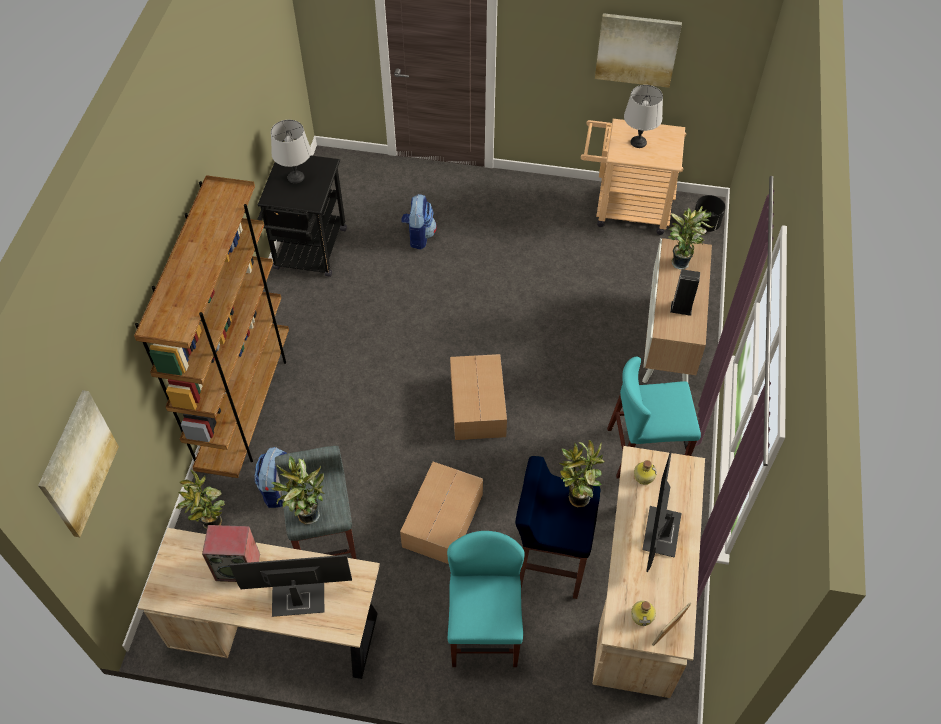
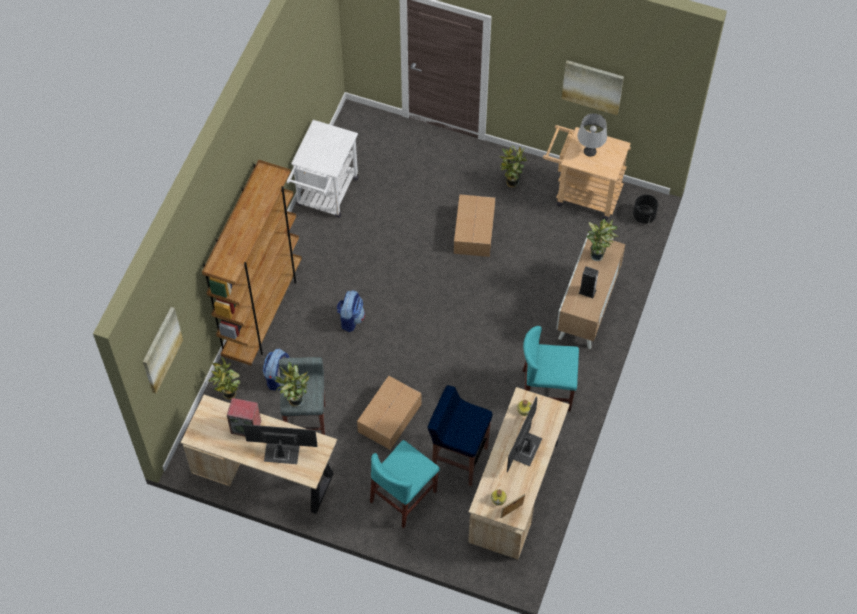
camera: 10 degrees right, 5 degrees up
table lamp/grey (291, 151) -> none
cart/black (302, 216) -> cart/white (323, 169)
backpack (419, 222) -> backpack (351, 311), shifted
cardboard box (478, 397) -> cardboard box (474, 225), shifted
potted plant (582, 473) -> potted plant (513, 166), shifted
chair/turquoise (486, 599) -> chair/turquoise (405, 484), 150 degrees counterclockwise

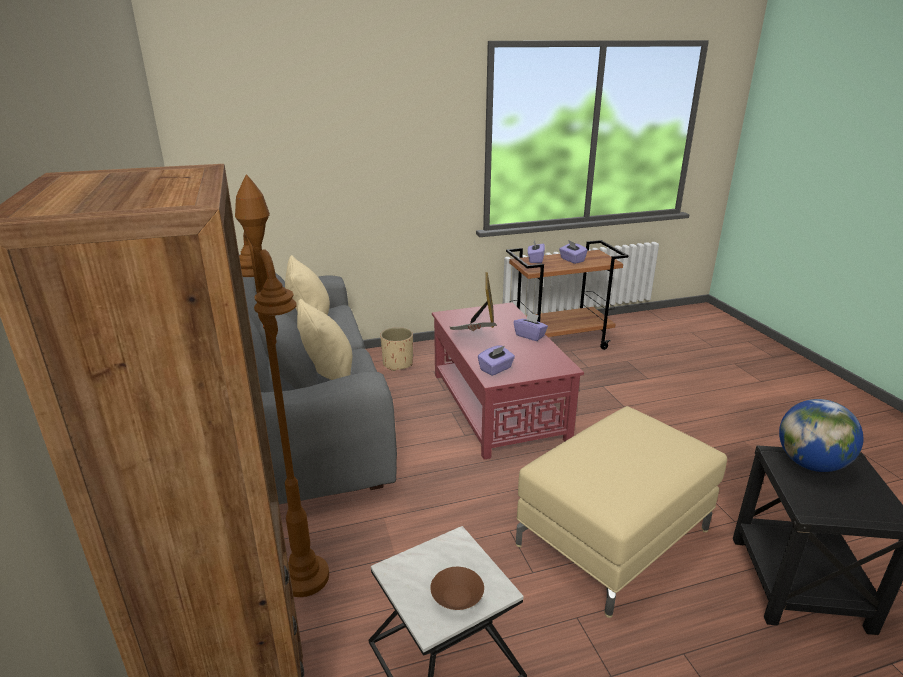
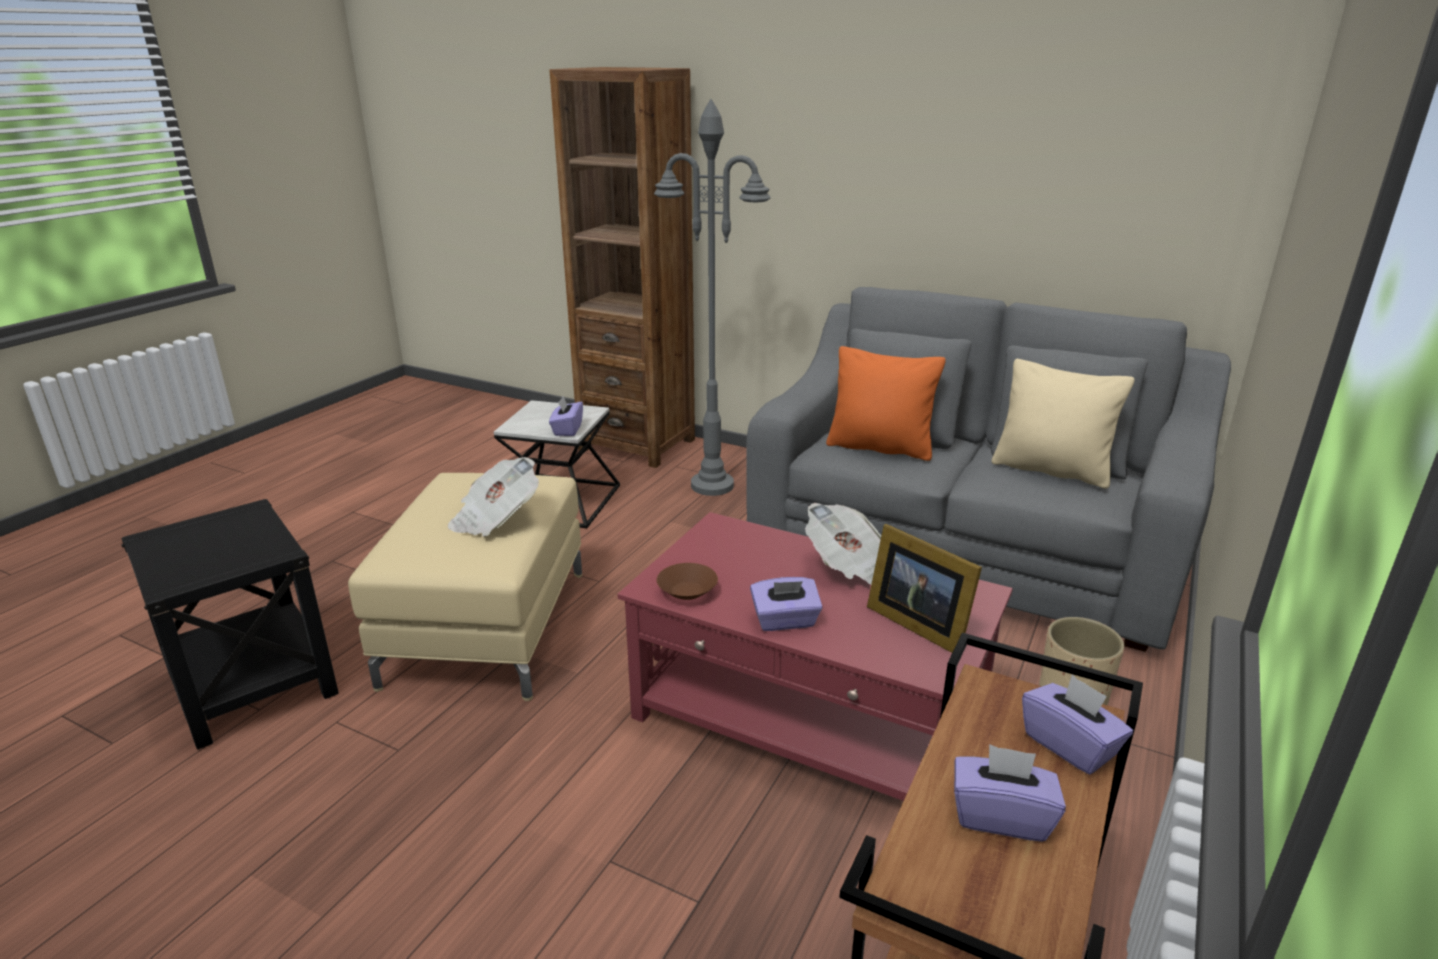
camera: 135 degrees right, 0 degrees up
floor lamp/brown (282, 386) -> floor lamp/grey (712, 297)
pillow/beige (324, 339) -> pillow/orange (886, 403)
tissue box/purple (496, 360) -> tissue box/purple (566, 416), shifted
globe (821, 435) -> none
bowl/brown (457, 588) -> bowl/brown (687, 581), shifted
none -> newspaper (493, 497)

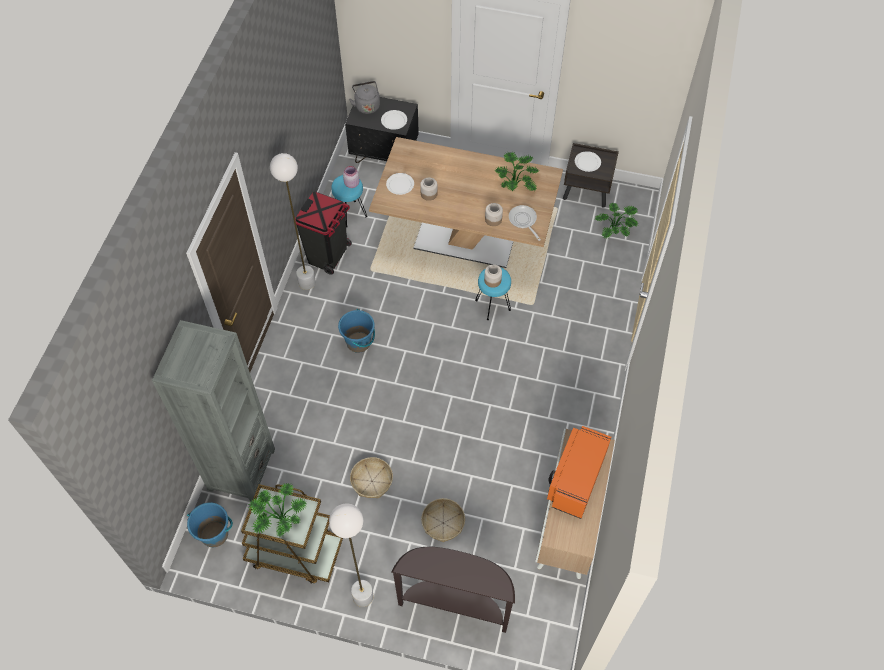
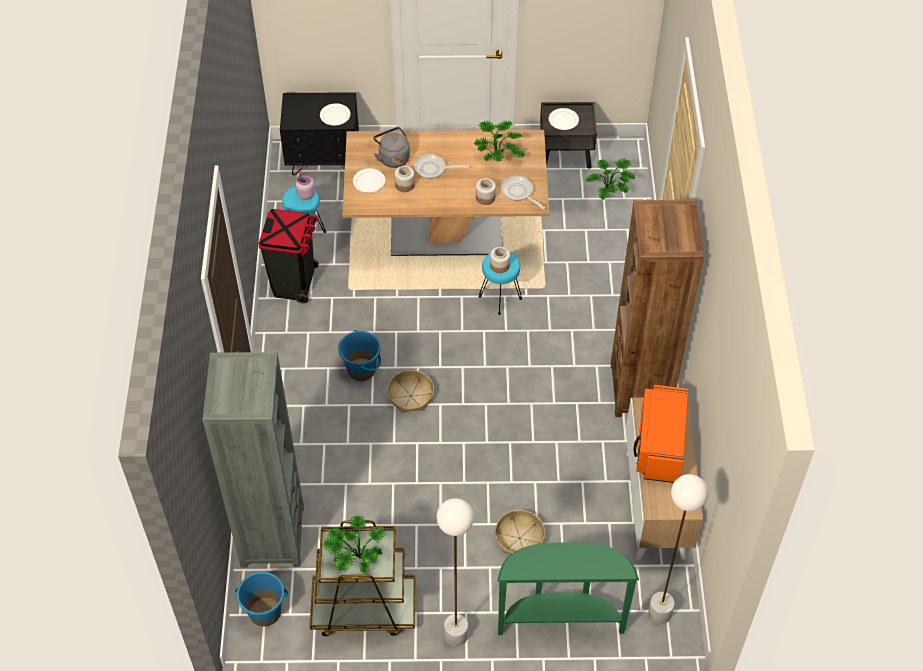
camera: 15 degrees left, 5 degrees down
kettle/grey (364, 97) -> kettle/grey (392, 147), shifted
floor lamp/white (293, 221) -> floor lamp/white (678, 549), shifted
basket (371, 477) -> basket (410, 391), shifted
console table/brown (453, 590) -> console table/green (568, 588)
none -> frying pan (441, 166)
none -> bookcase/brown (657, 308)

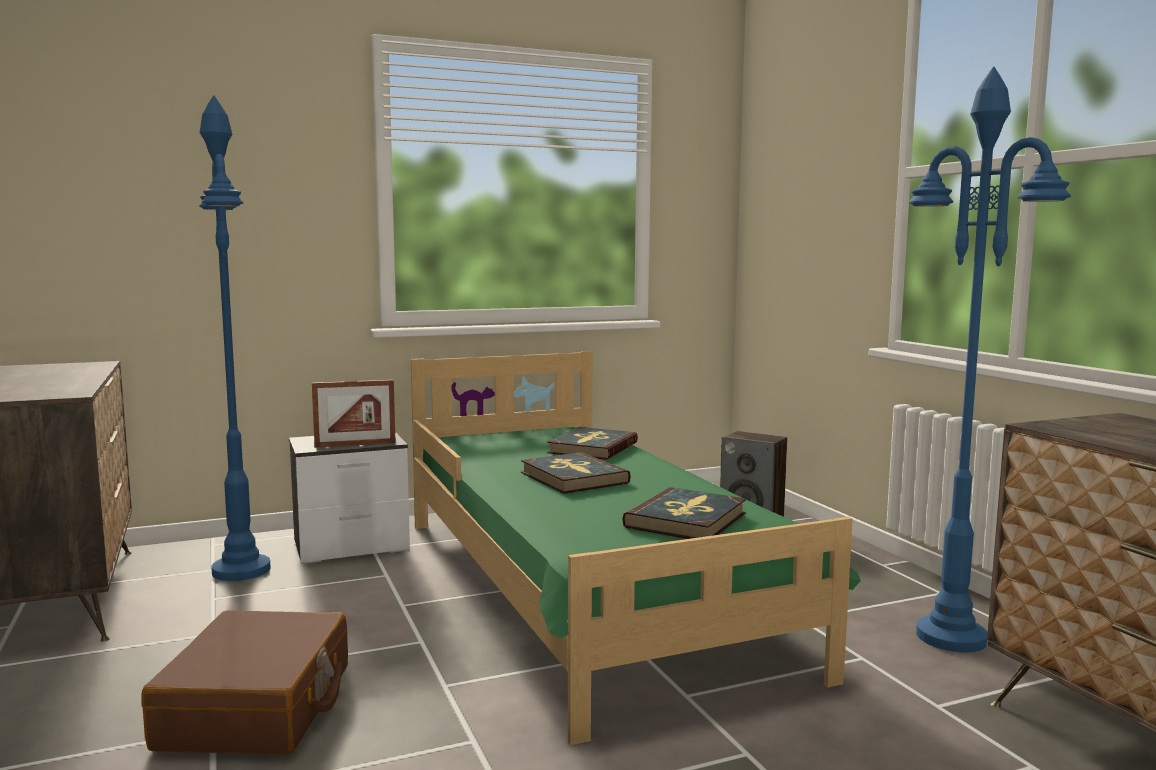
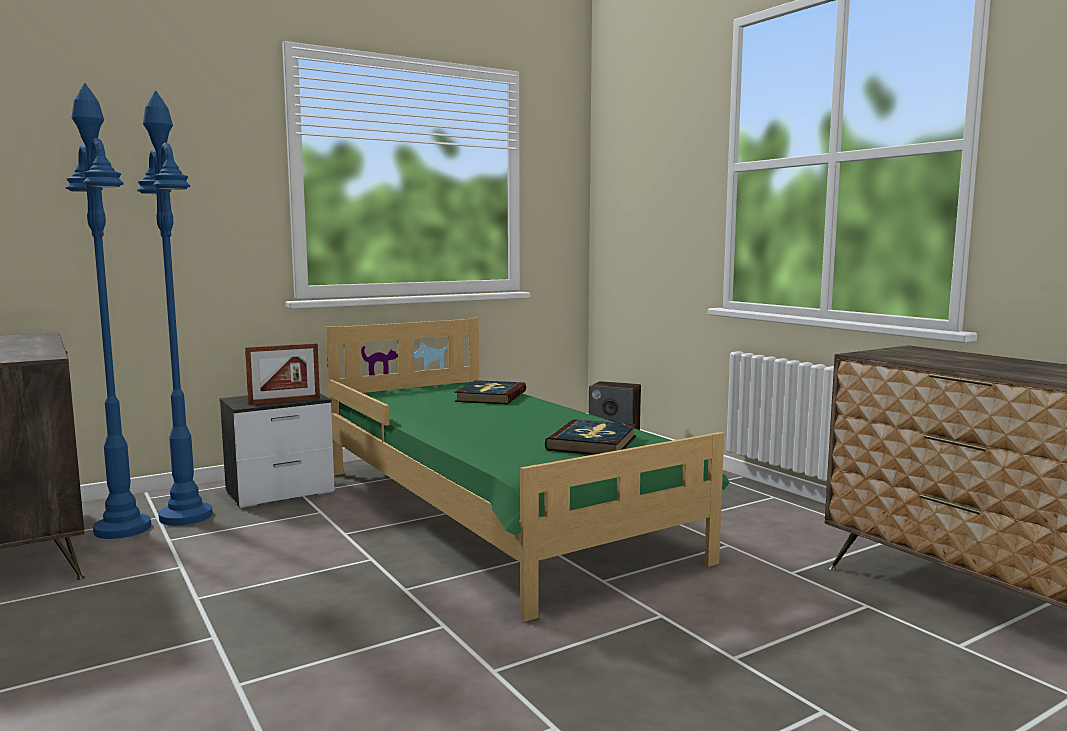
camera: 10 degrees left, 0 degrees up
floor lamp/blue (990, 359) -> floor lamp/blue (108, 311), shifted
book (576, 473) -> none
suitcase/brown (245, 682) -> none

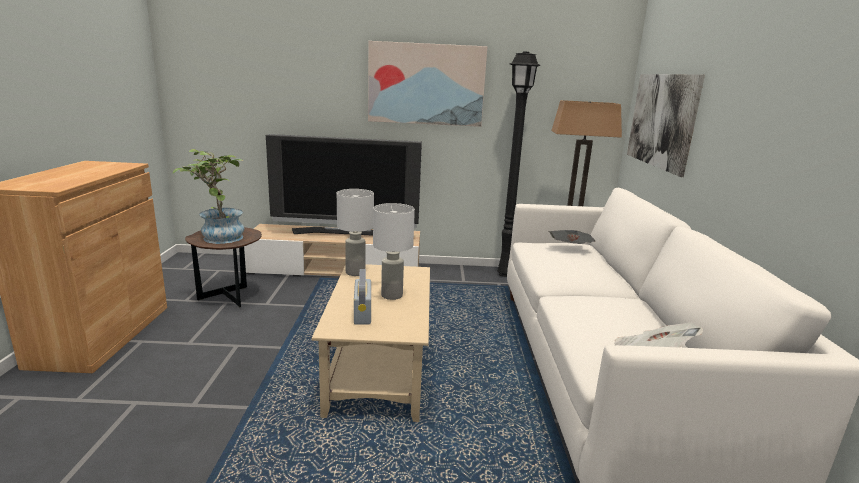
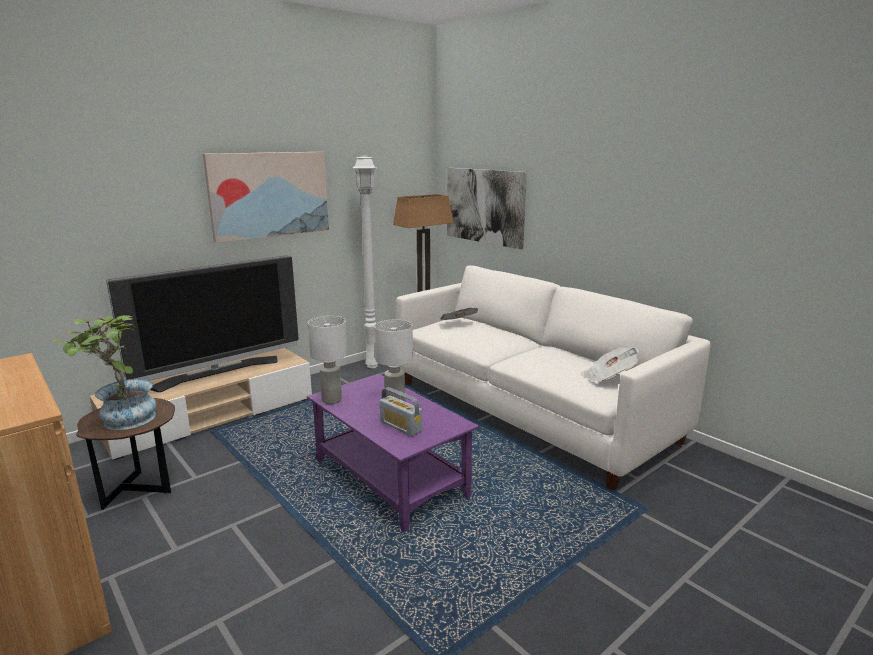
camera: 40 degrees left, 0 degrees up
floor lamp/black (519, 164) -> floor lamp/white (366, 262)
coffee table/beige (371, 343) -> coffee table/purple (393, 453)

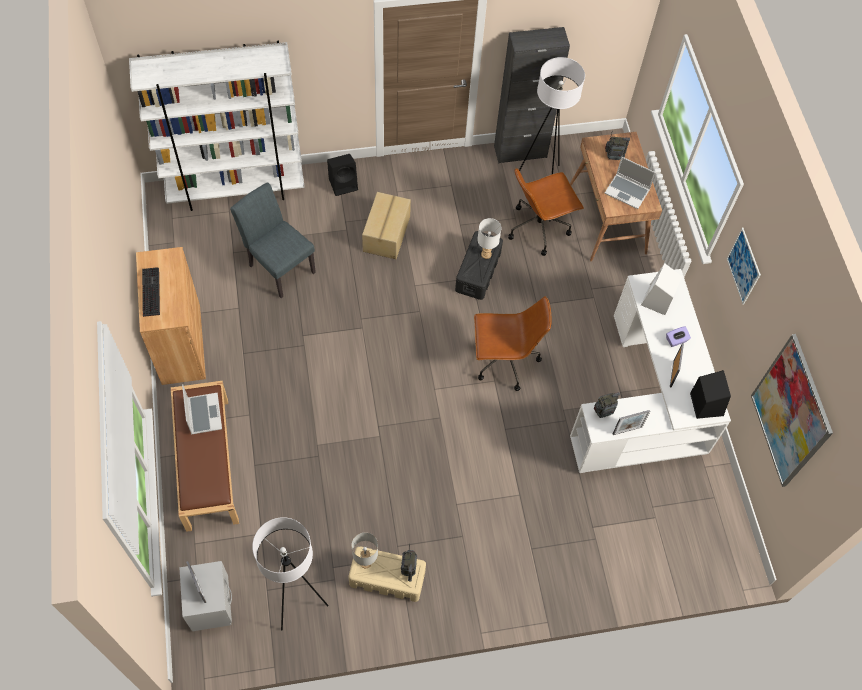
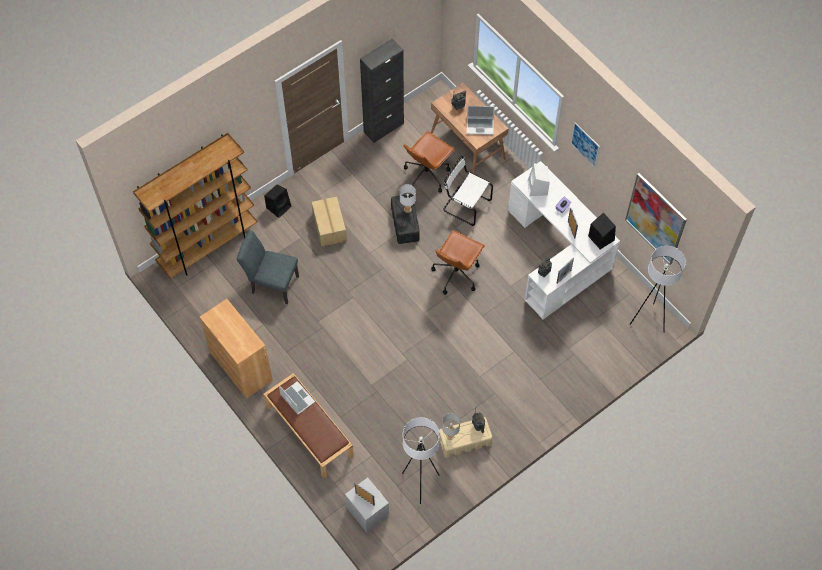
camera: 25 degrees left, 0 degrees up
bookcase/white (217, 126) -> bookcase/brown (195, 206)
floor lamp/white (552, 115) -> floor lamp/white (658, 289), shifted
keyboard (151, 292) -> none
office chair/brown (513, 343) -> office chair/brown (458, 262), 150 degrees clockwise
none -> chair/white (468, 191)

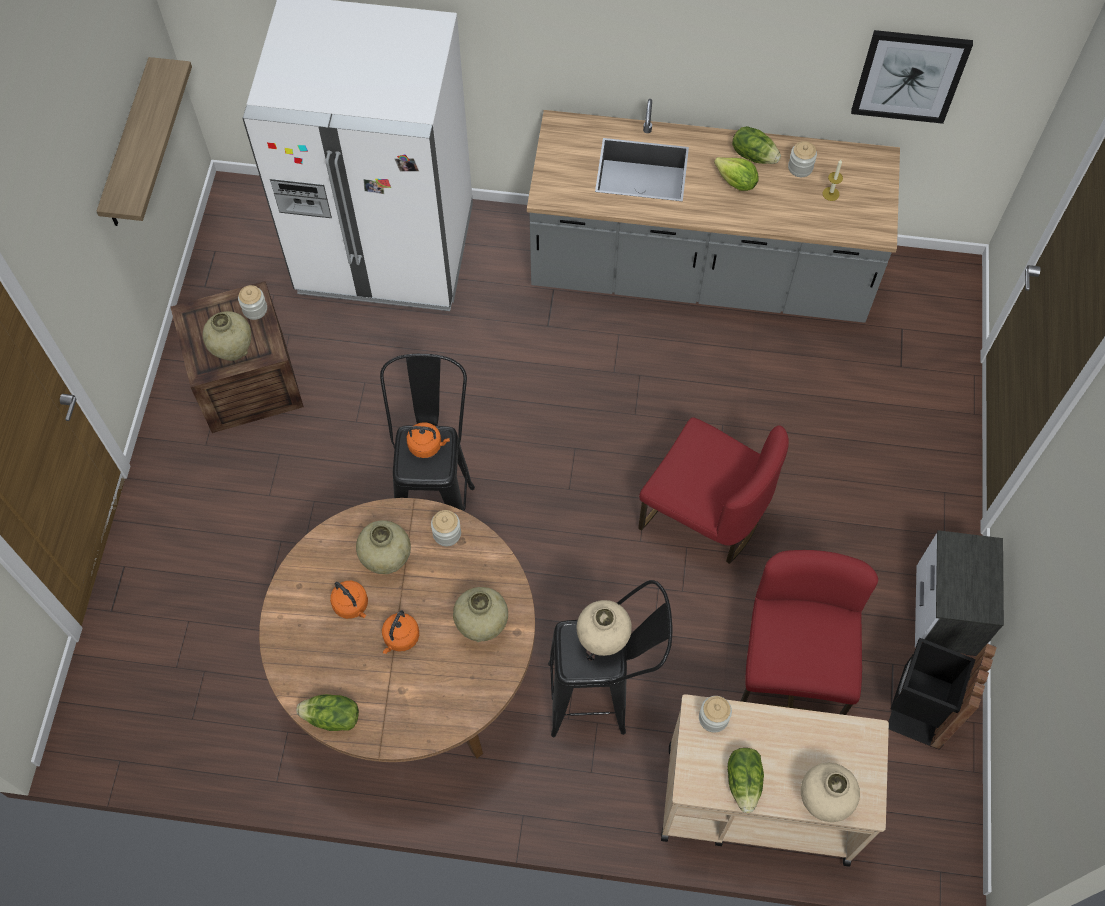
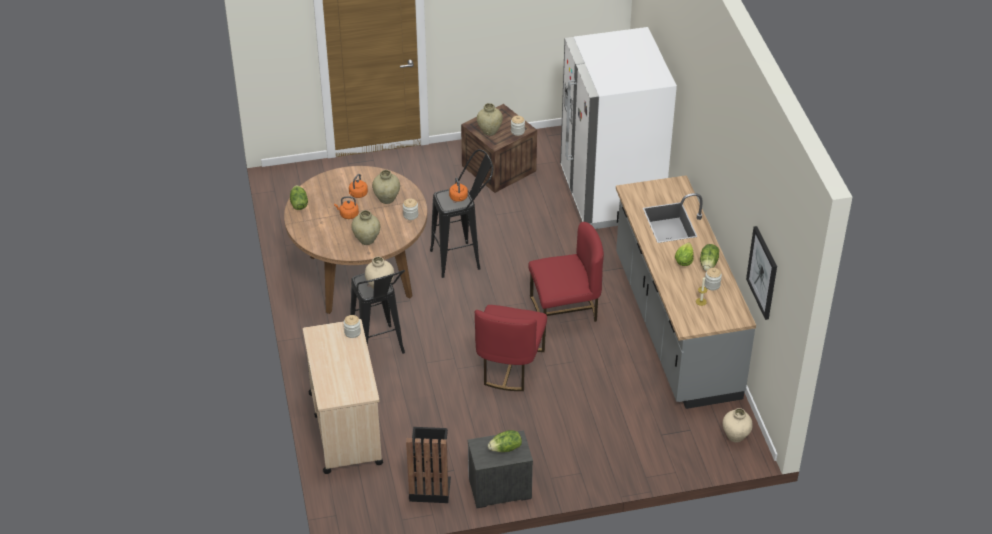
camera: 70 degrees right, 20 degrees down
shelf (144, 141) -> none
chair/red (809, 632) -> chair/red (566, 279), shifted
lettuce (746, 780) -> lettuce (505, 441), shifted
vase/beige (830, 792) -> vase/beige (738, 425), shifted

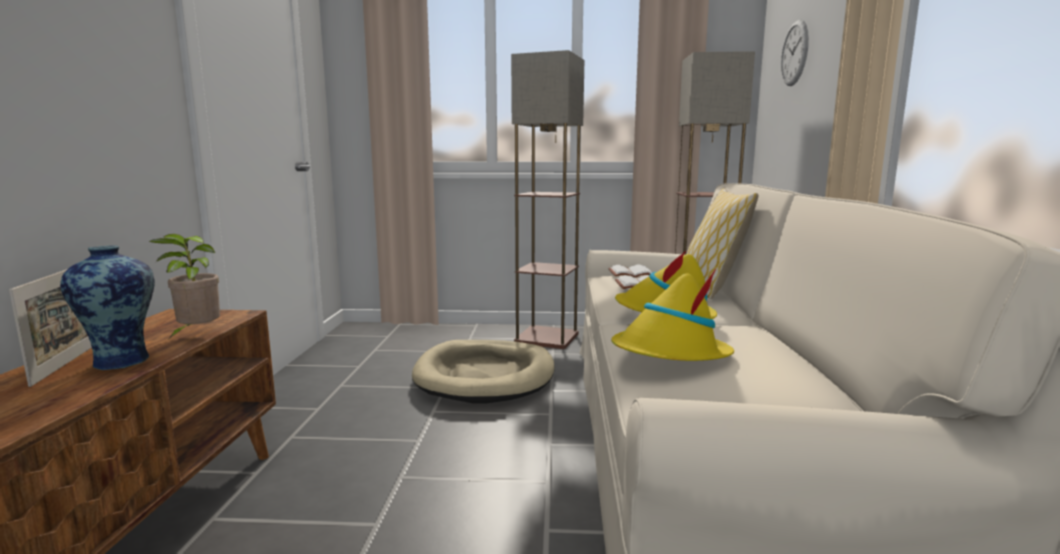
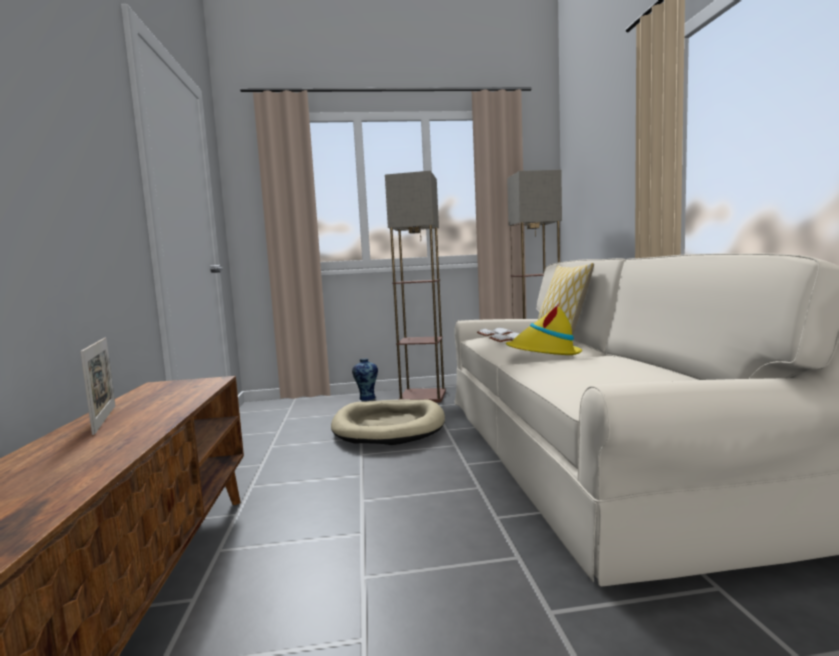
camera: 10 degrees left, 5 degrees down
wall clock (795, 53) -> none
potted plant (184, 285) -> none
vase (107, 307) -> vase (365, 379), shifted
hat/yellow (672, 315) -> none

